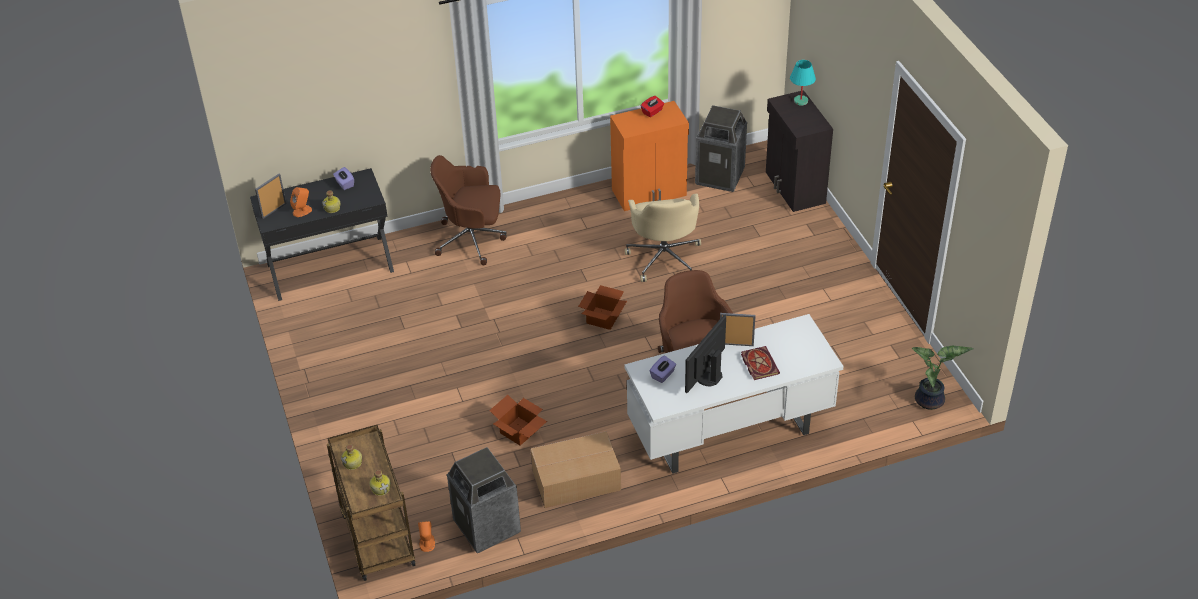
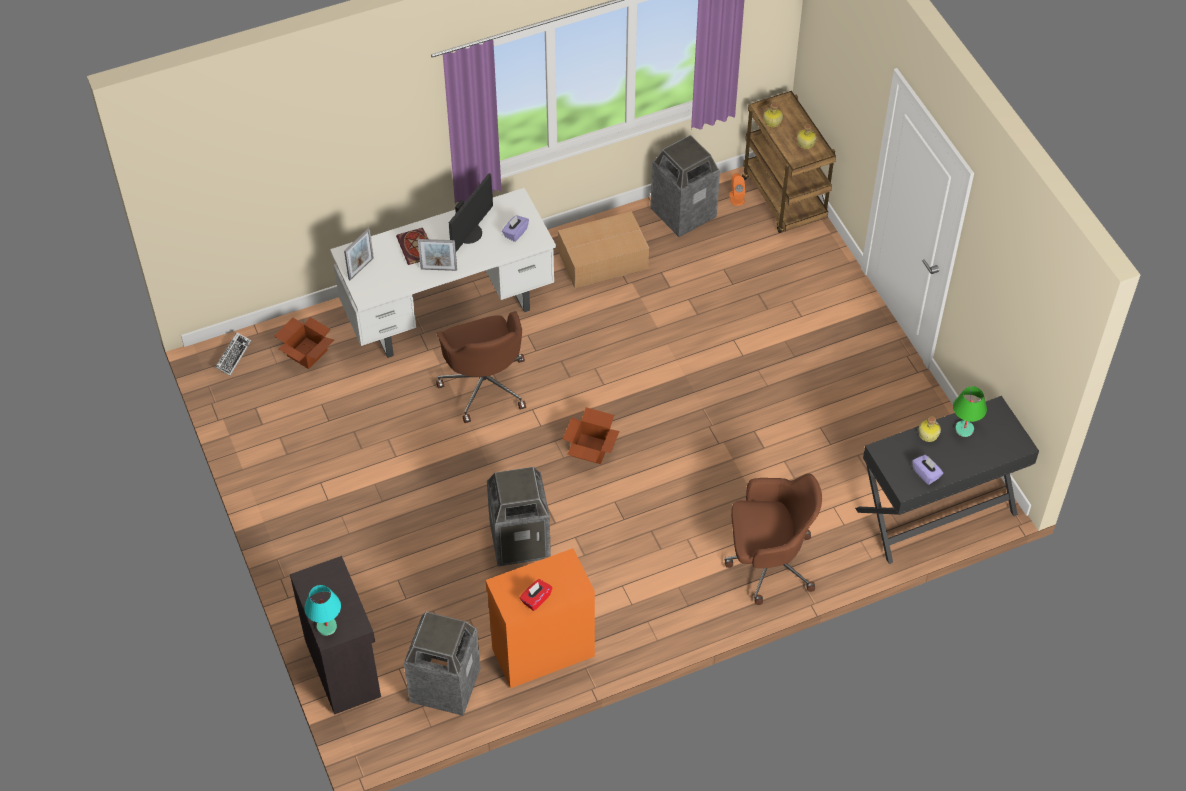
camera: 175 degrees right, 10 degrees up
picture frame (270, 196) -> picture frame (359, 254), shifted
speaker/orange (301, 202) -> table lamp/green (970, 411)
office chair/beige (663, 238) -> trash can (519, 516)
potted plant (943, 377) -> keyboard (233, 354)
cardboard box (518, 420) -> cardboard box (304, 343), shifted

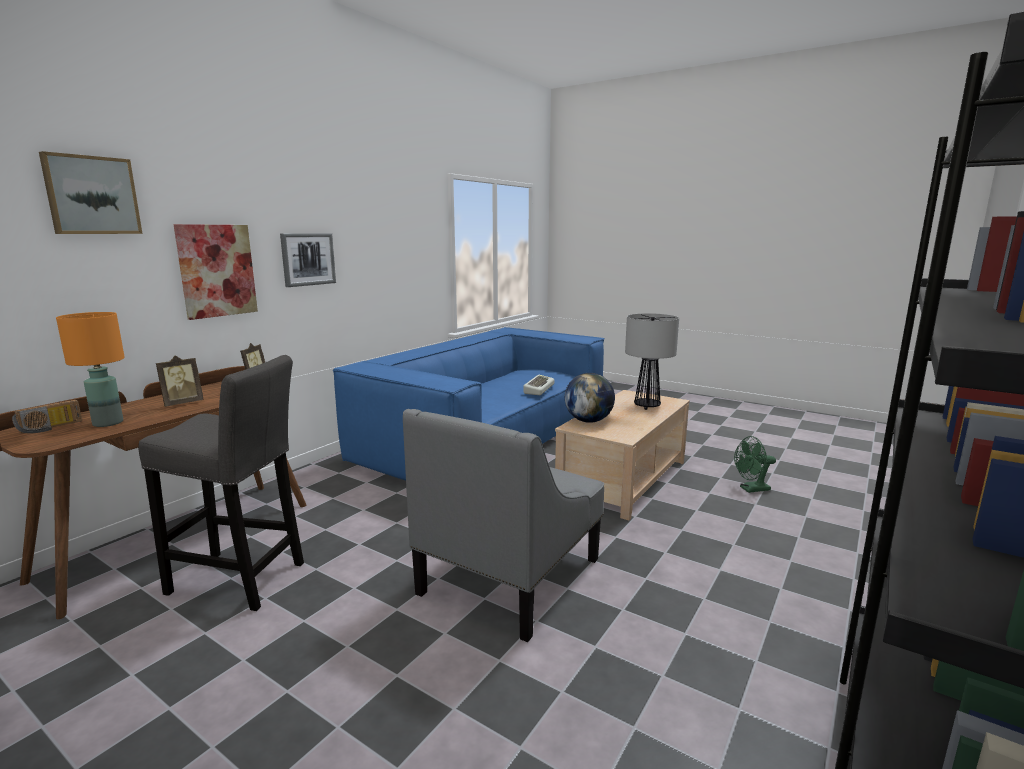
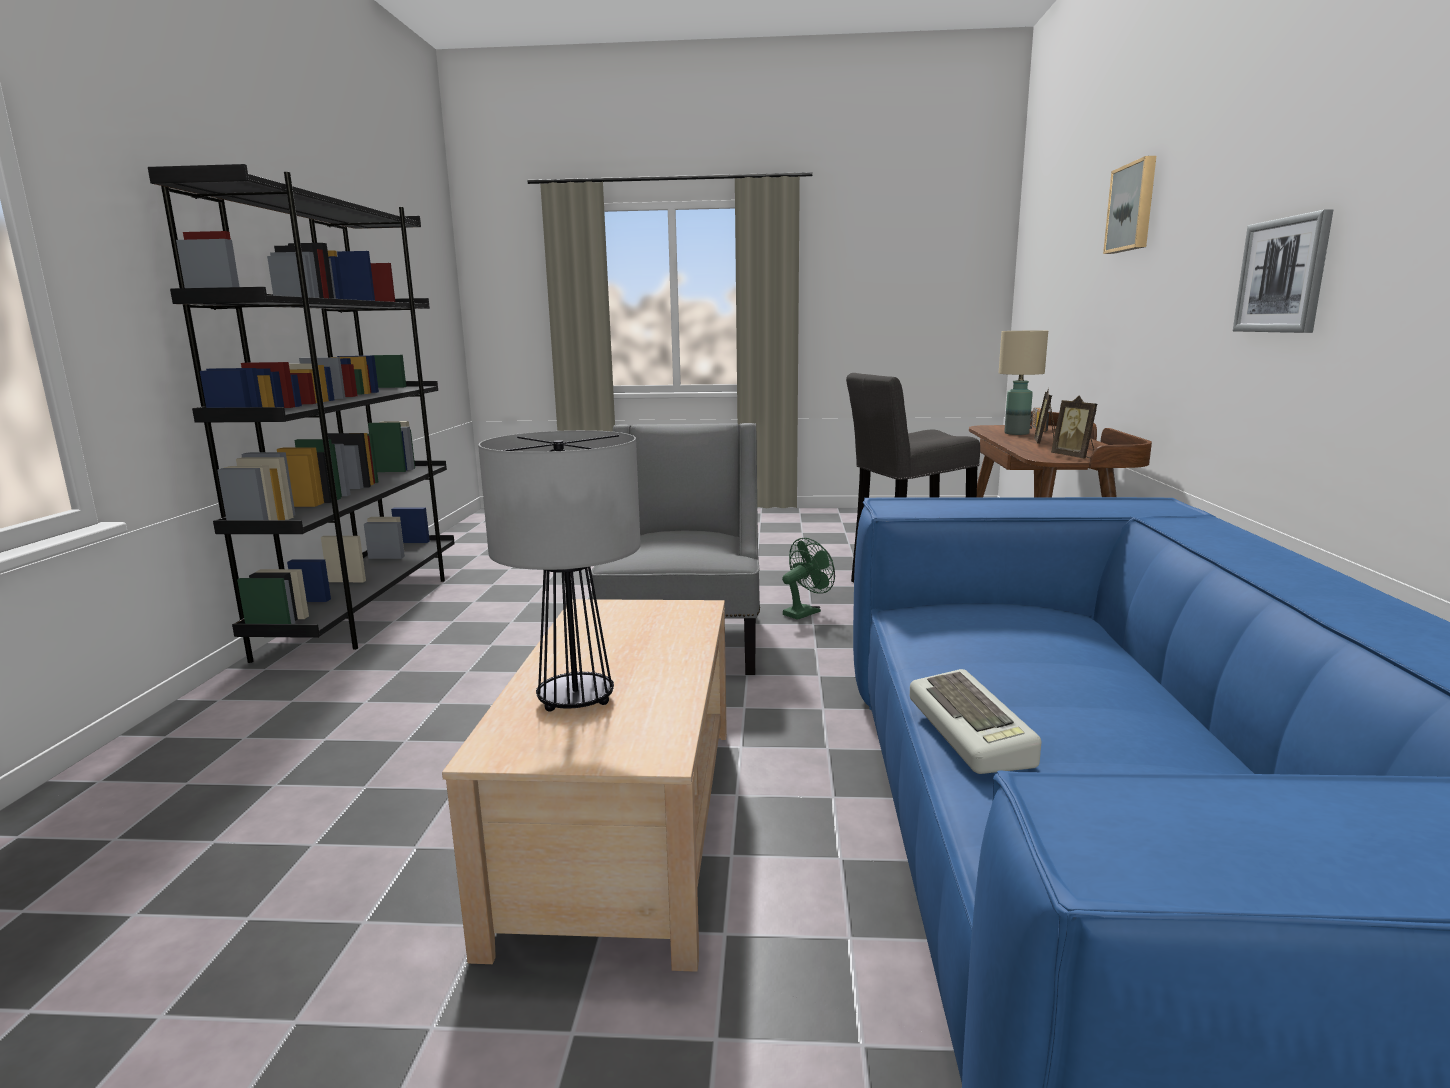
camera: 150 degrees right, 0 degrees up
picture (215, 272) -> none
table lamp/orange (90, 369) -> table lamp/beige (1023, 382)
globe (590, 398) -> none
fan/green (755, 464) -> fan/green (808, 579), shifted

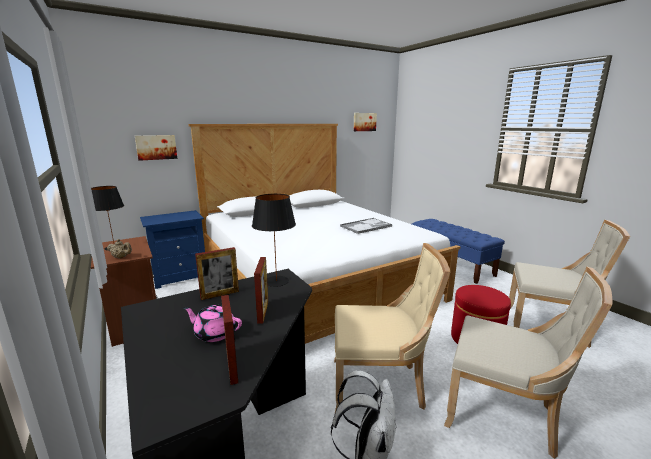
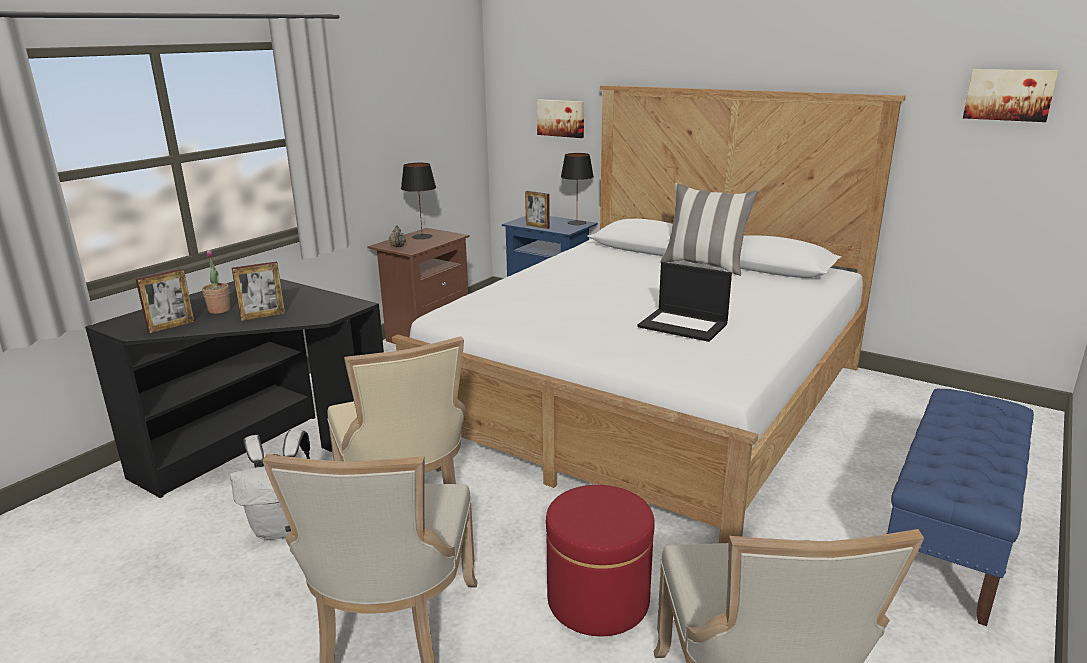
camera: 65 degrees right, 5 degrees up
table lamp/black (274, 240) -> table lamp/black (577, 189), shifted
tray (366, 226) -> laptop (685, 302)
picture frame (217, 273) -> picture frame (537, 210), shifted
teapot/pink (213, 323) -> potted plant (216, 282)
none -> pillow (709, 229)

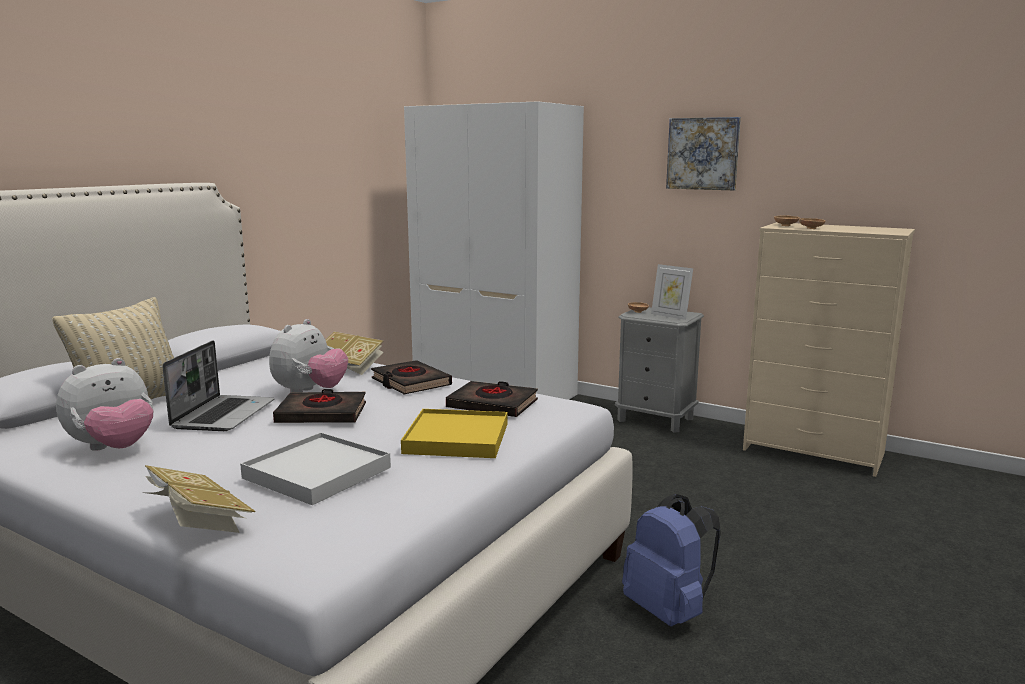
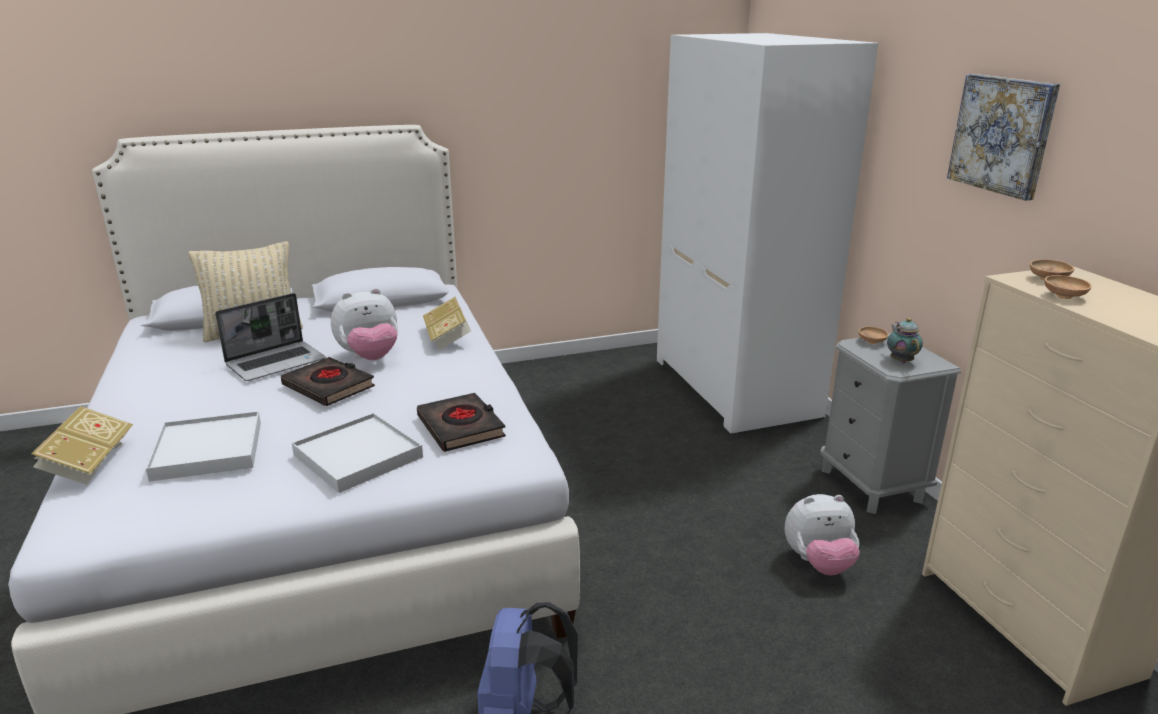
camera: 40 degrees right, 10 degrees up
picture frame (672, 292) -> teapot (905, 340)
plush toy (104, 404) -> plush toy (822, 534), shifted
book/black (411, 377) -> none
tray/yellow (454, 433) -> tray/white (357, 453)

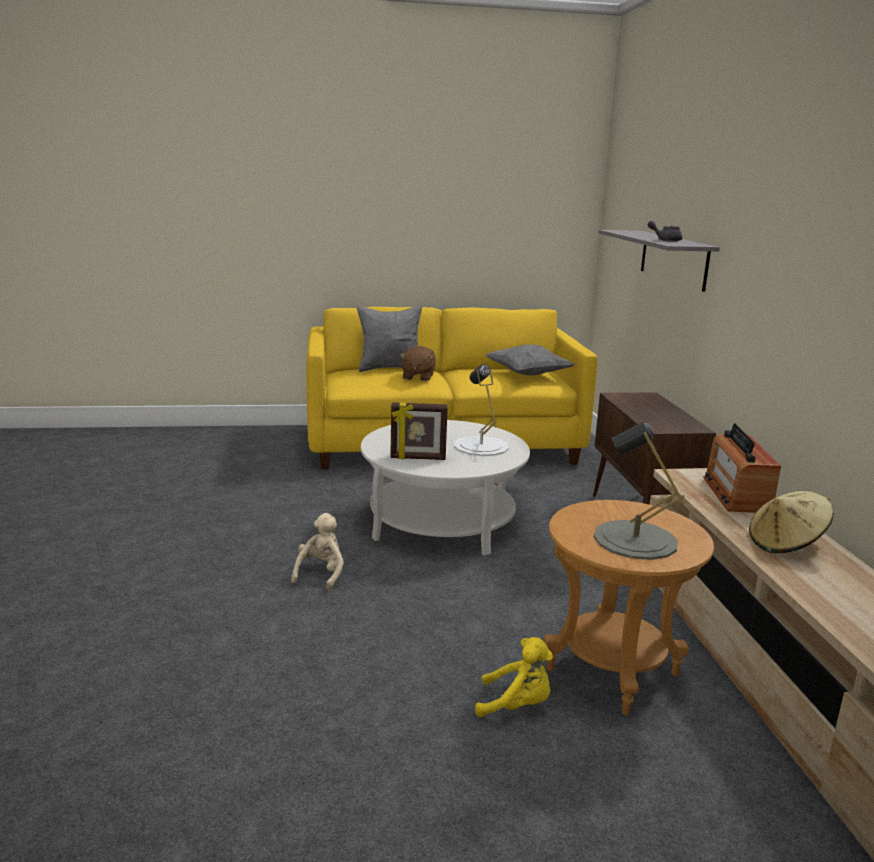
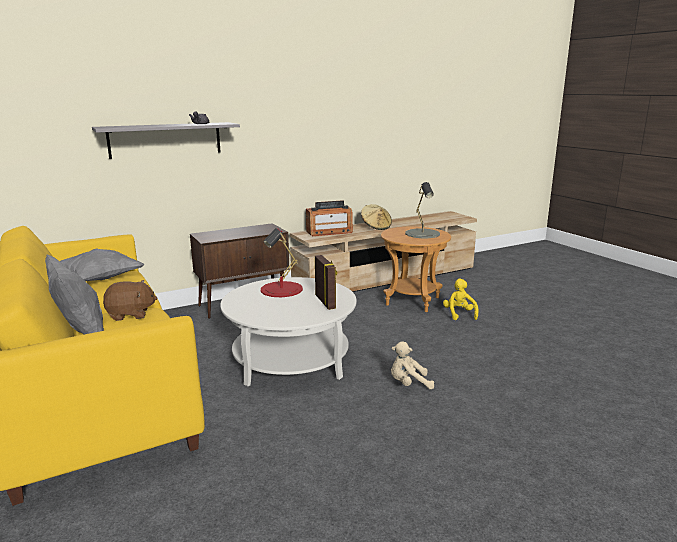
camera: 110 degrees left, 0 degrees up
table lamp/white (481, 410) -> table lamp/red (282, 262)

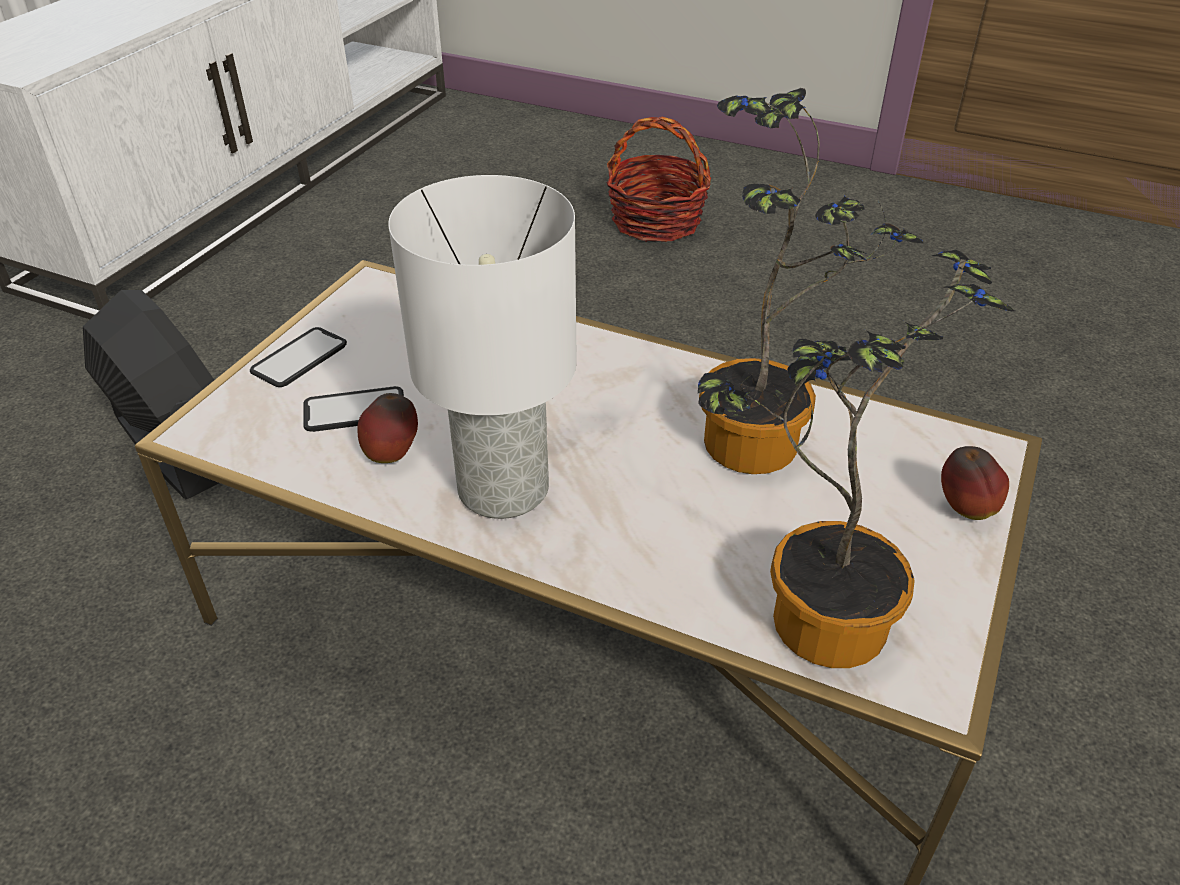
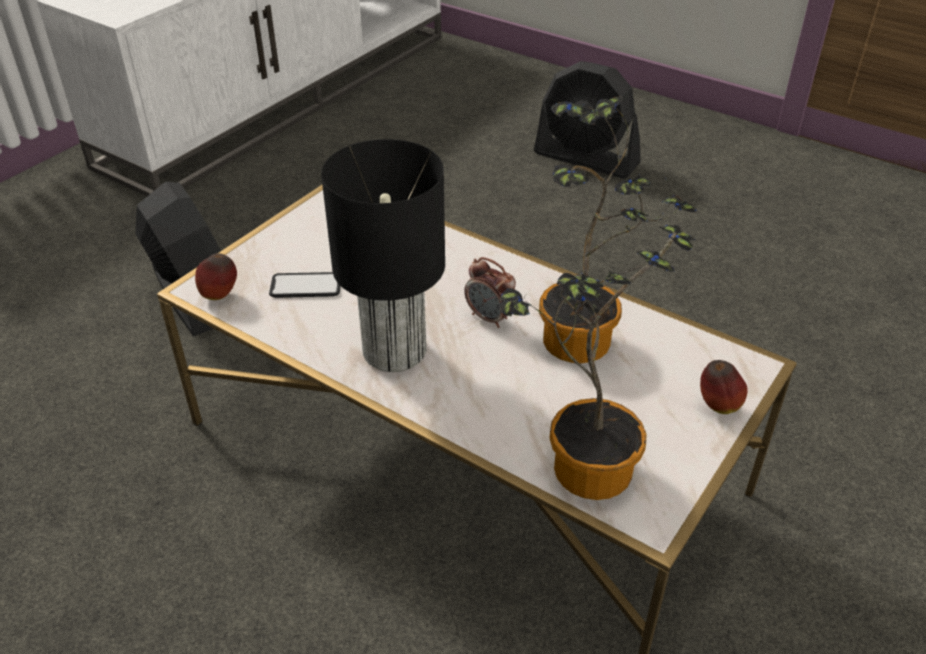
camera: 10 degrees right, 0 degrees up
basket (659, 179) -> fan/black (587, 120)
table lamp/white (482, 347) -> table lamp/black (383, 255)
phone (298, 357) -> none
apple (387, 428) -> apple (216, 276), shifted
none -> alarm clock (490, 292)

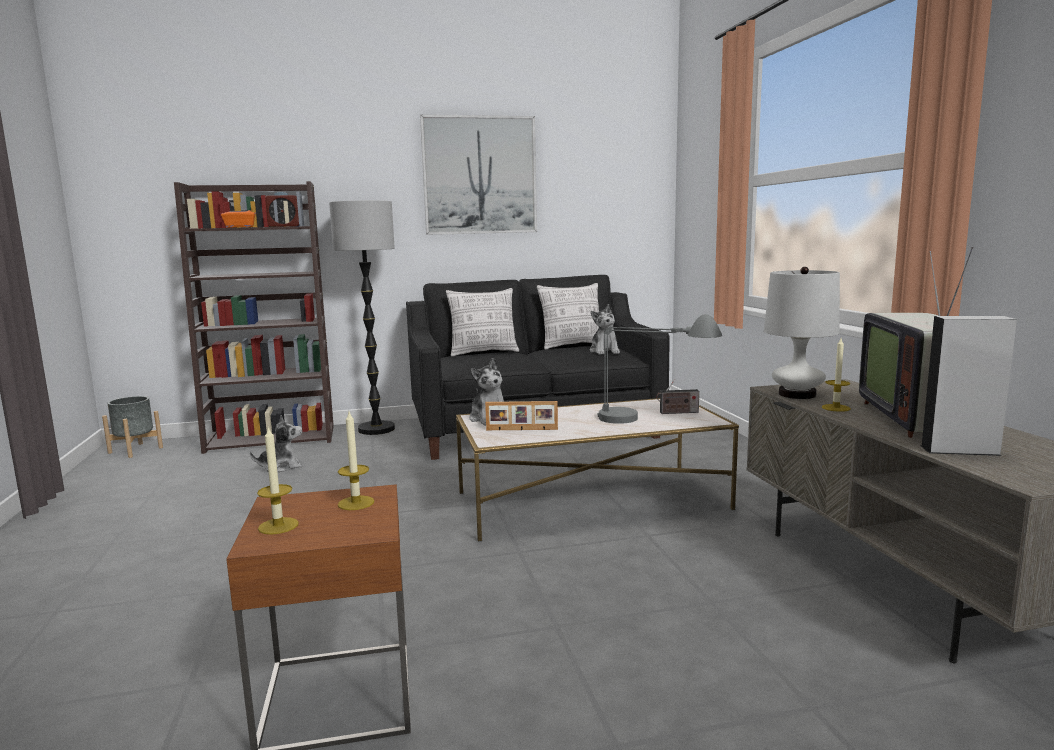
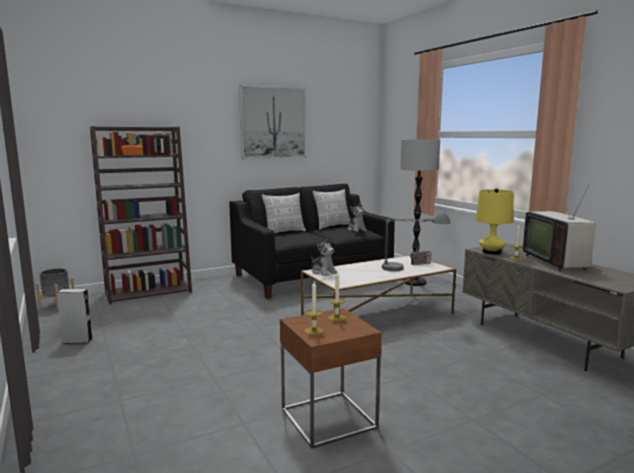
camera: 15 degrees left, 0 degrees up
floor lamp (362, 317) -> floor lamp (420, 212), shifted
table lamp/white (802, 333) -> table lamp/yellow (495, 221)
speaker/grey (968, 386) -> speaker/grey (74, 316), shifted
picture frame (521, 416) -> none
plush toy (276, 443) -> none

